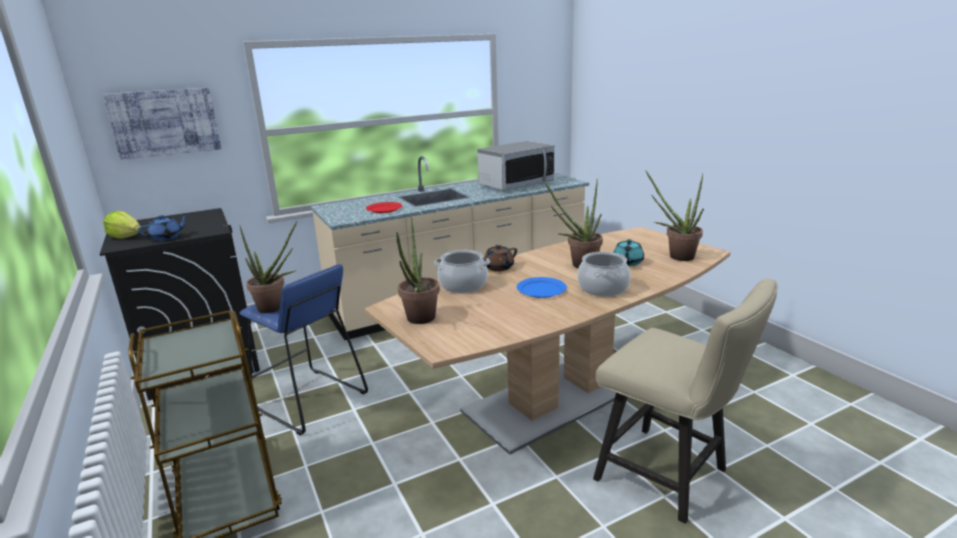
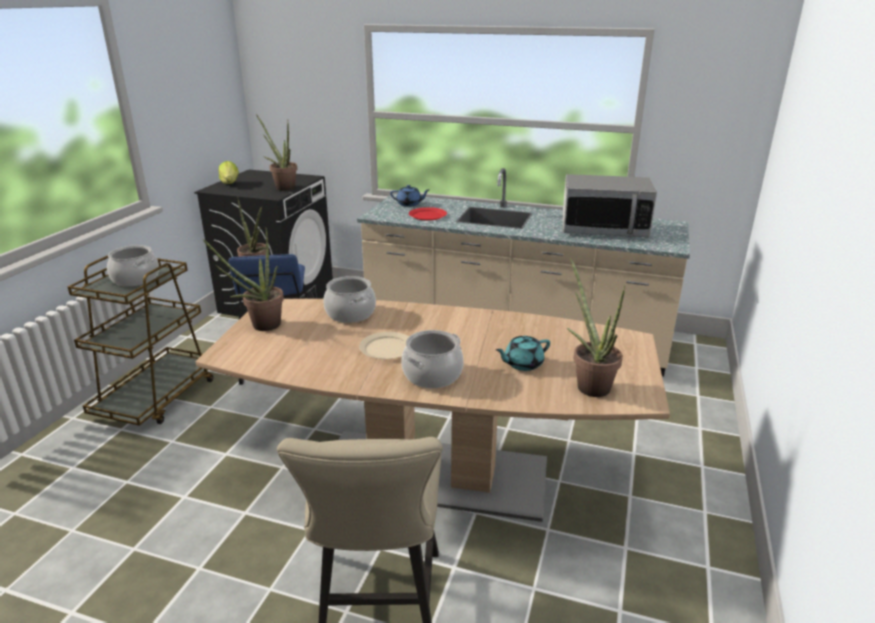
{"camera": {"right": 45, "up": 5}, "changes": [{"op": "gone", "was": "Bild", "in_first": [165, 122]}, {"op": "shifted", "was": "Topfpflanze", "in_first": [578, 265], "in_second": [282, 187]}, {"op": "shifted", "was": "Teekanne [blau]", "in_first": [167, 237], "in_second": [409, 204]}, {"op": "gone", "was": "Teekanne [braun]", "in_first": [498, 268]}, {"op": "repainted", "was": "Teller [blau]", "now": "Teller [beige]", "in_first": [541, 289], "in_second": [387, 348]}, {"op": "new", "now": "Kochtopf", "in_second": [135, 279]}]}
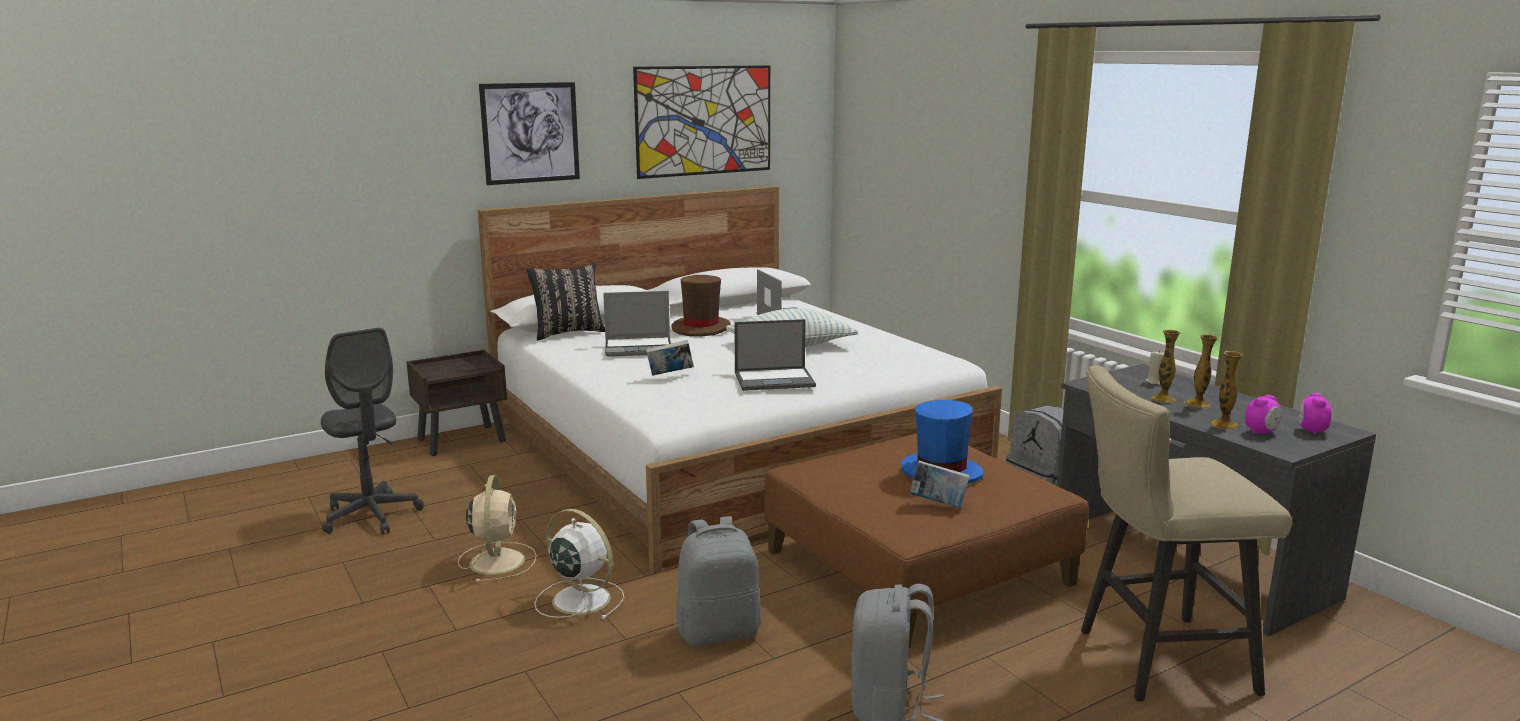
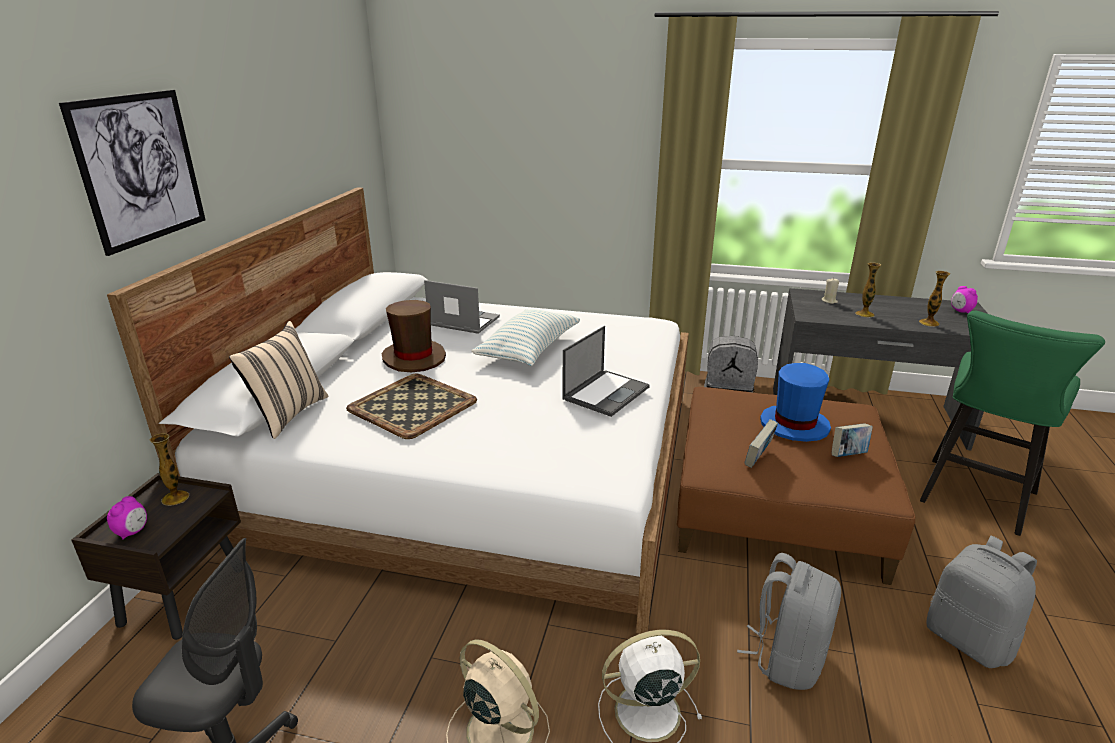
{"camera": {"right": -45, "up": 10}, "changes": [{"op": "gone", "was": "Bild", "in_first": [704, 120]}, {"op": "repainted", "was": "Kissen [schwarz]", "now": "Kissen [beige]", "in_first": [568, 333], "in_second": [288, 414]}, {"op": "swapped", "was": "Laptop", "now": "Tablett", "in_first": [639, 348], "in_second": [412, 405]}, {"op": "shifted", "was": "Vase", "in_first": [1197, 404], "in_second": [175, 498]}, {"op": "shifted", "was": "Buch", "in_first": [670, 374], "in_second": [758, 459]}, {"op": "repainted", "was": "Hocker [beige]", "now": "Hocker [grün]", "in_first": [1154, 660], "in_second": [974, 500]}, {"op": "shifted", "was": "Wecker", "in_first": [1261, 432], "in_second": [133, 532]}]}
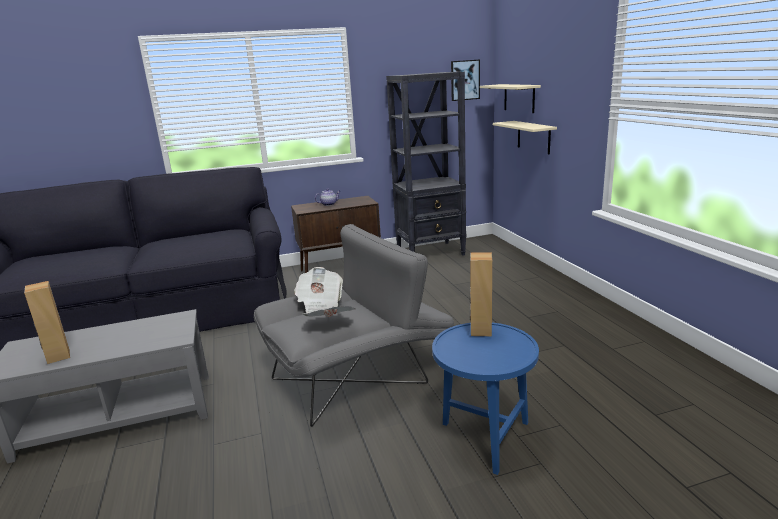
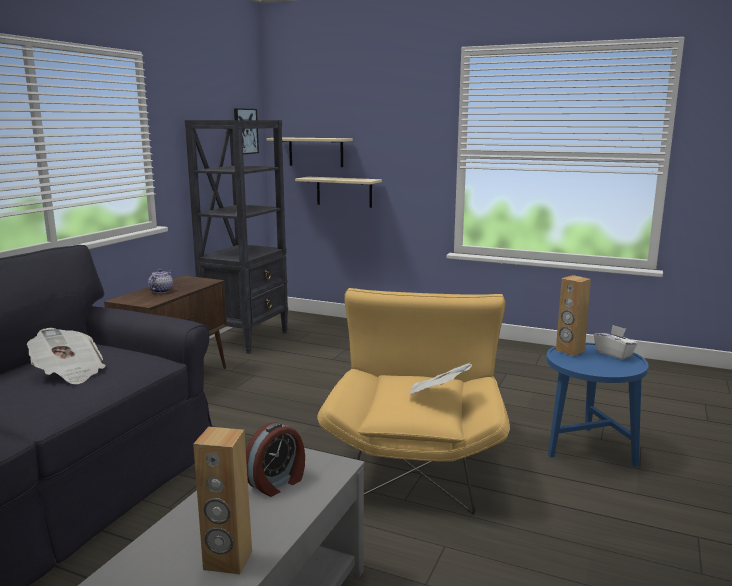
{"camera": {"right": -50, "up": -5}, "changes": [{"op": "repainted", "was": "Sessel [grau]", "now": "Sessel [gelb]", "in_first": [358, 375], "in_second": [417, 459]}, {"op": "shifted", "was": "Zeitung", "in_first": [319, 303], "in_second": [69, 373]}, {"op": "new", "now": "Taschentuchbox [weiß]", "in_second": [614, 354]}, {"op": "new", "now": "Wecker", "in_second": [277, 483]}]}
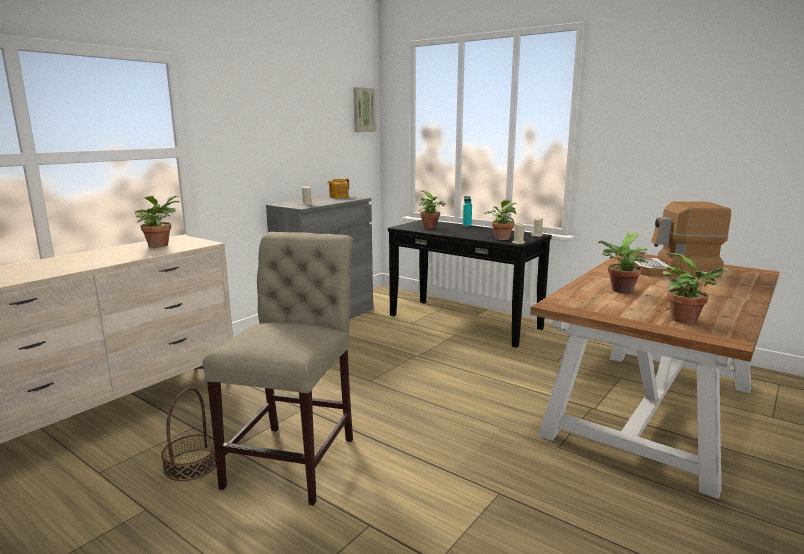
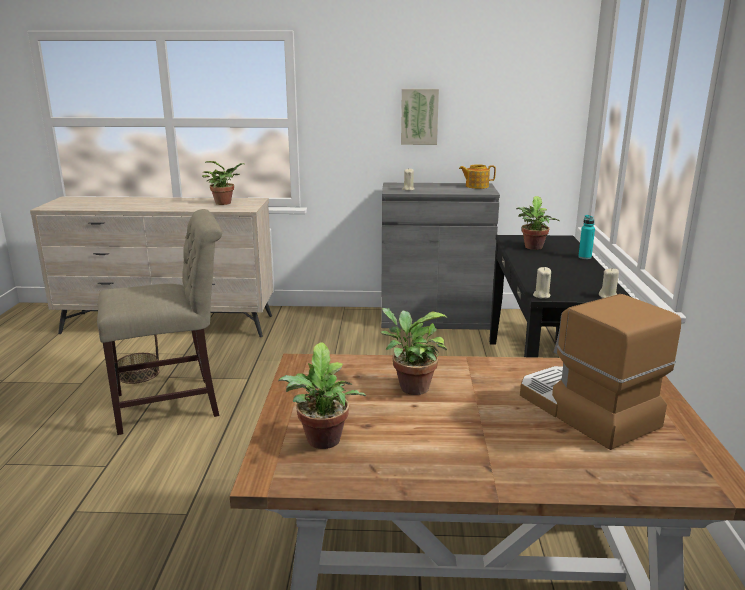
{"camera": {"right": 55, "up": 5}, "changes": [{"op": "shifted", "was": "Bild", "in_first": [363, 110], "in_second": [419, 116]}, {"op": "gone", "was": "Topfpflanze", "in_first": [501, 238]}]}
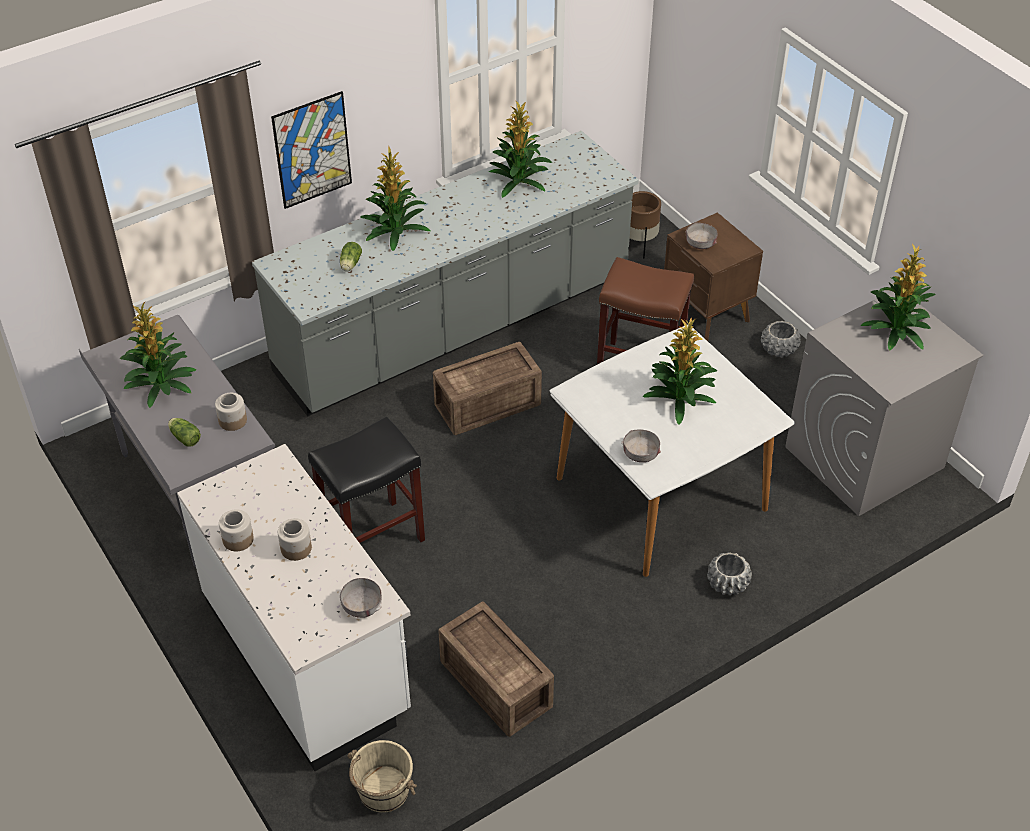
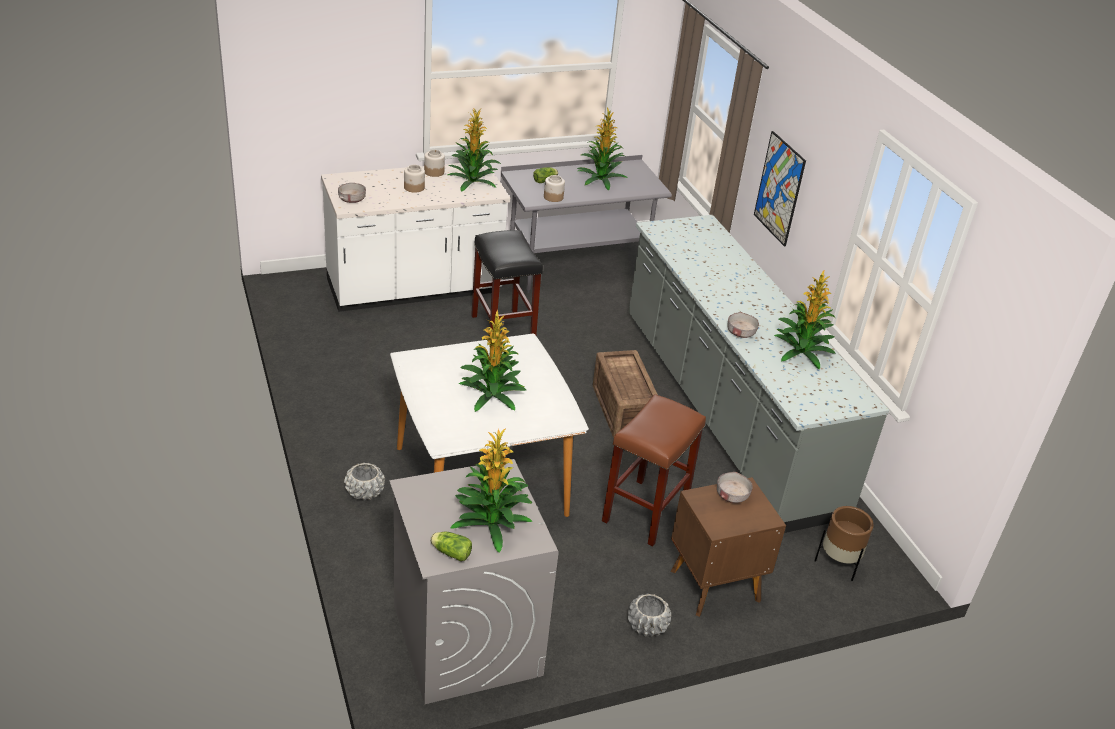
{"camera": {"right": 100, "up": -10}, "changes": [{"op": "shifted", "was": "Topfpflanze", "in_first": [394, 230], "in_second": [473, 181]}, {"op": "shifted", "was": "Salatkopf", "in_first": [350, 265], "in_second": [450, 552]}, {"op": "shifted", "was": "Schüssel [grau]", "in_first": [640, 454], "in_second": [740, 333]}, {"op": "gone", "was": "Kiste", "in_first": [496, 682]}, {"op": "gone", "was": "Eimer [beige]", "in_first": [383, 791]}]}
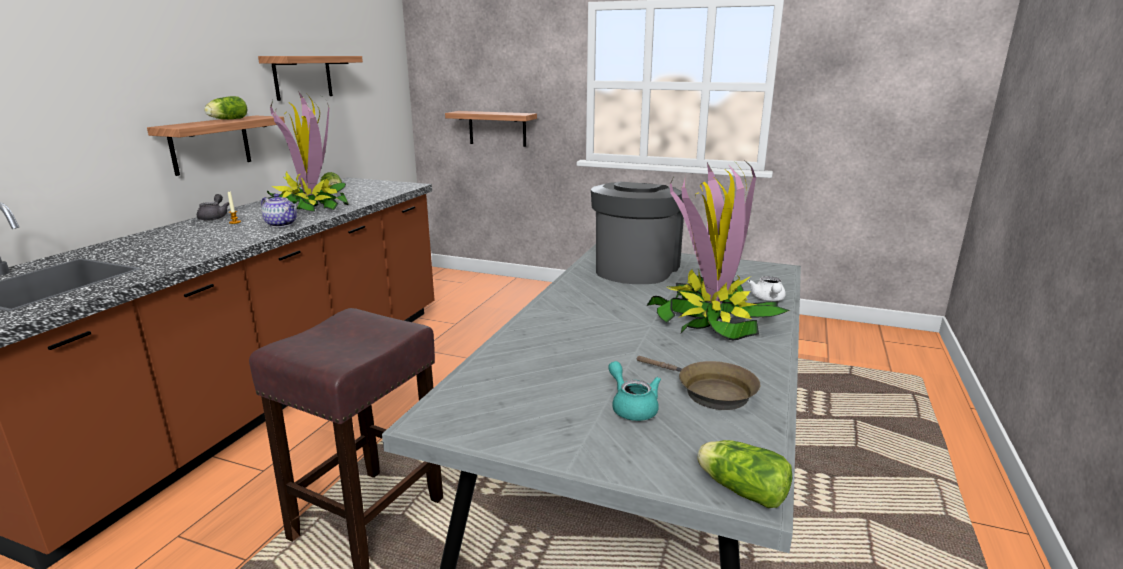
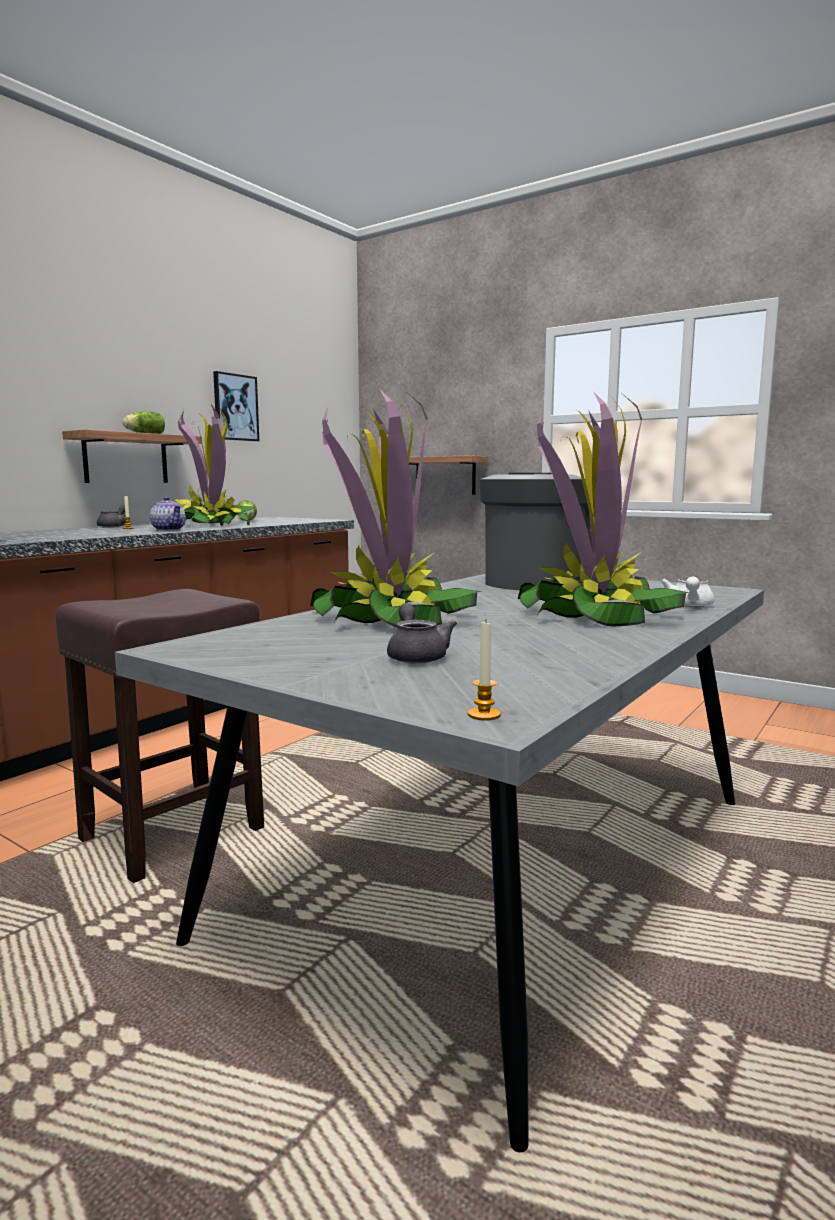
{"camera": {"right": 15, "up": -10}, "changes": [{"op": "swapped", "was": "Wandregal", "now": "Bild", "in_first": [302, 77], "in_second": [235, 407]}, {"op": "gone", "was": "Pfanne [braun]", "in_first": [710, 392]}, {"op": "repainted", "was": "Teekanne [türkis]", "now": "Teekanne [grau]", "in_first": [632, 407], "in_second": [416, 656]}, {"op": "swapped", "was": "Salatkopf", "now": "Kerze", "in_first": [739, 489], "in_second": [484, 715]}, {"op": "new", "now": "Topfpflanze", "in_second": [389, 617]}]}
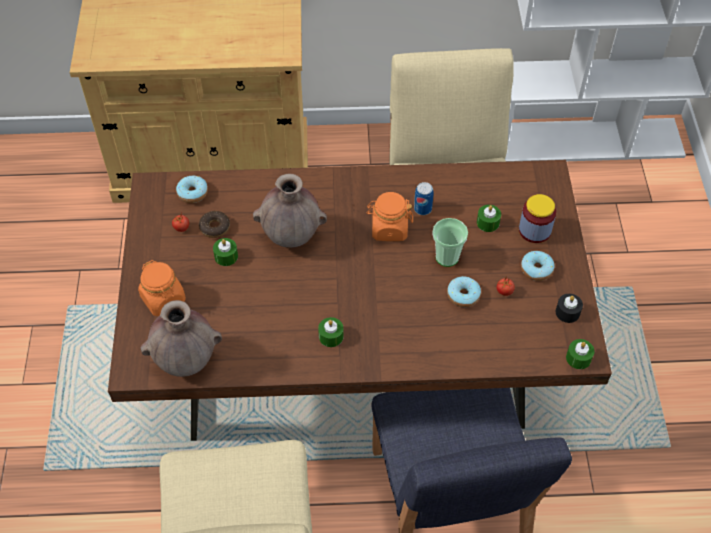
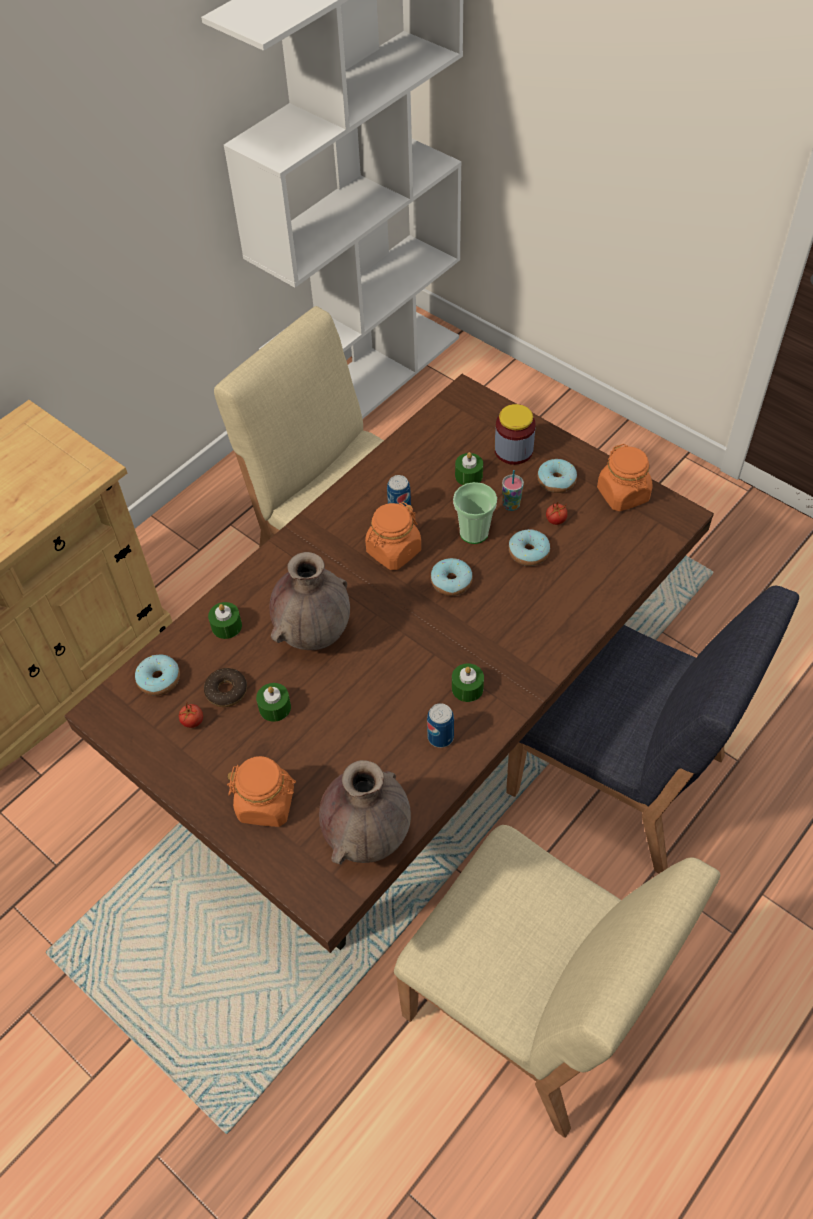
{"camera": {"right": -45, "up": 0}, "changes": [{"op": "swapped", "was": "Kerze [schwarz]", "now": "Vorratsglas [orange]", "in_first": [567, 312], "in_second": [623, 494]}, {"op": "shifted", "was": "Kerze [grün]", "in_first": [578, 358], "in_second": [226, 626]}, {"op": "new", "now": "Tasse", "in_second": [511, 505]}, {"op": "new", "now": "Donut", "in_second": [451, 582]}, {"op": "new", "now": "Dose", "in_second": [440, 737]}]}
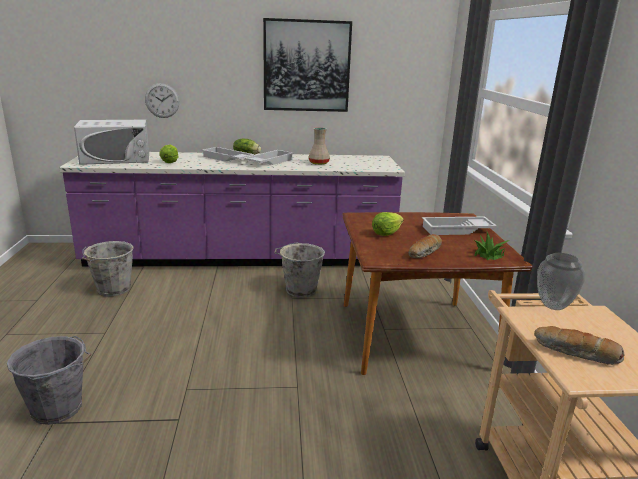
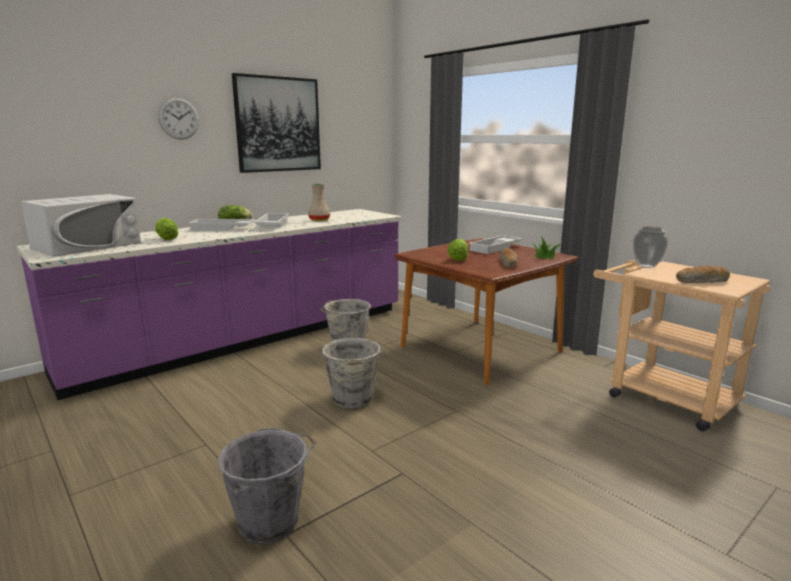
{"camera": {"right": -35, "up": -5}, "changes": [{"op": "shifted", "was": "Wanduhr", "in_first": [162, 100], "in_second": [179, 118]}, {"op": "shifted", "was": "Eimer [grau]", "in_first": [112, 289], "in_second": [352, 400]}]}
